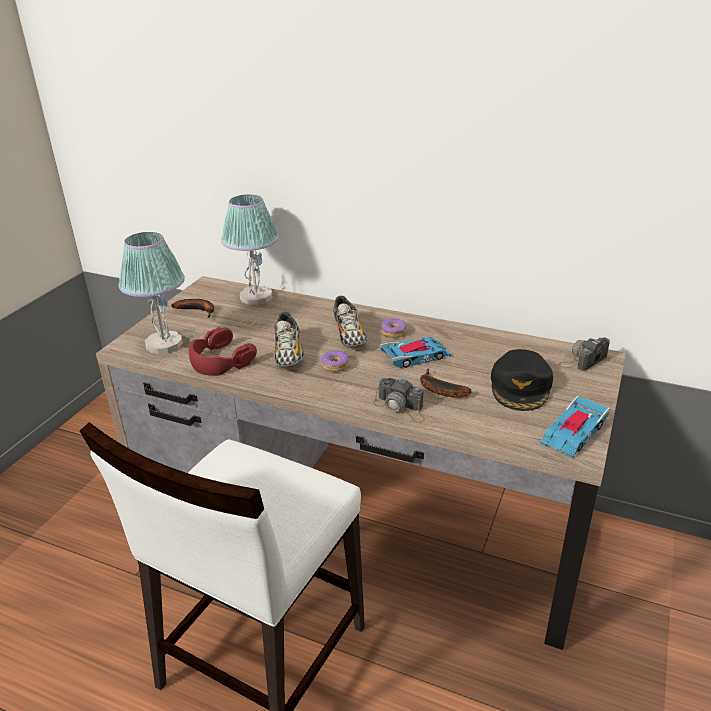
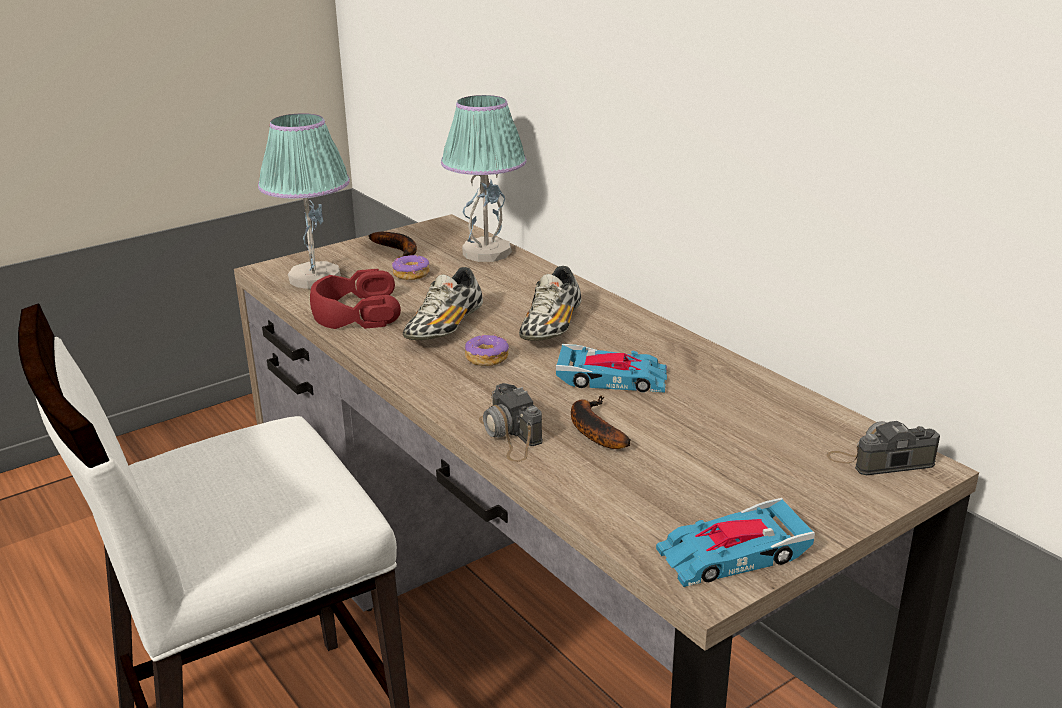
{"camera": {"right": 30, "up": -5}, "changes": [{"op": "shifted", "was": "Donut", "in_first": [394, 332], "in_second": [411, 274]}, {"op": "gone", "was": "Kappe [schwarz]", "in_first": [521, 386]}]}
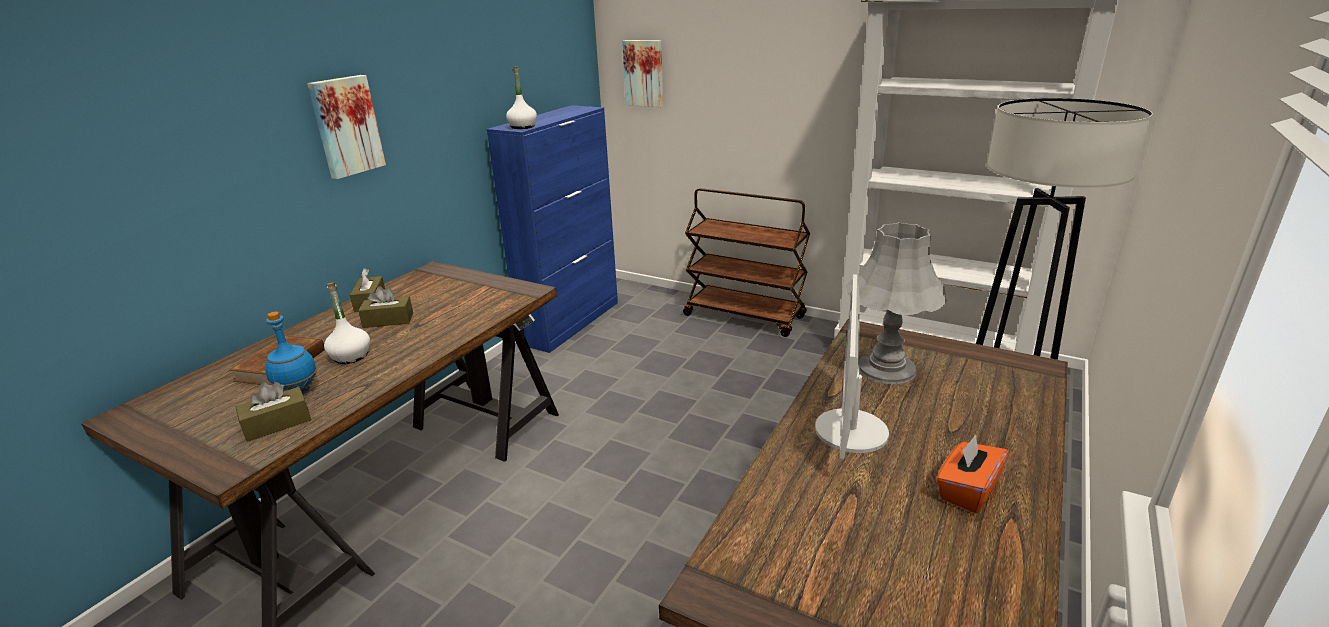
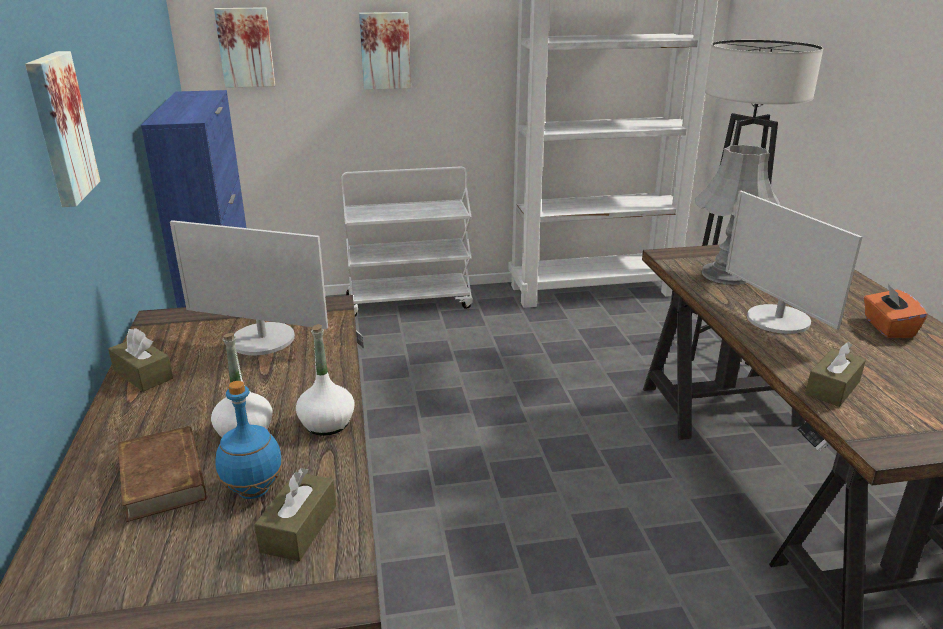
{"camera": {"right": -40, "up": 0}, "changes": [{"op": "shifted", "was": "Flasche [weiß]", "in_first": [522, 127], "in_second": [327, 423]}, {"op": "repainted", "was": "Rollwagen [braun]", "now": "Rollwagen [weiß]", "in_first": [745, 316], "in_second": [410, 301]}, {"op": "shifted", "was": "Taschentuchbox [braun]", "in_first": [388, 320], "in_second": [832, 388]}, {"op": "new", "now": "Bild", "in_second": [385, 50]}, {"op": "new", "now": "Monitor", "in_second": [262, 340]}]}
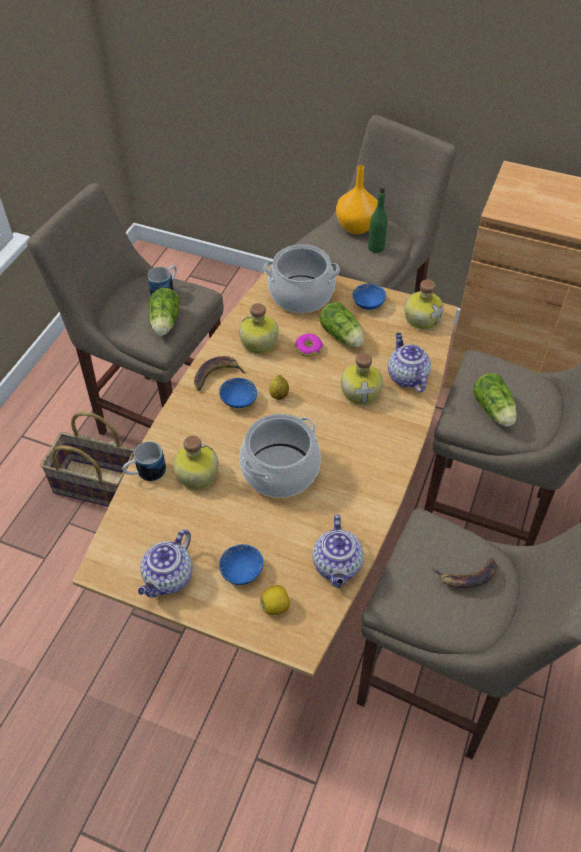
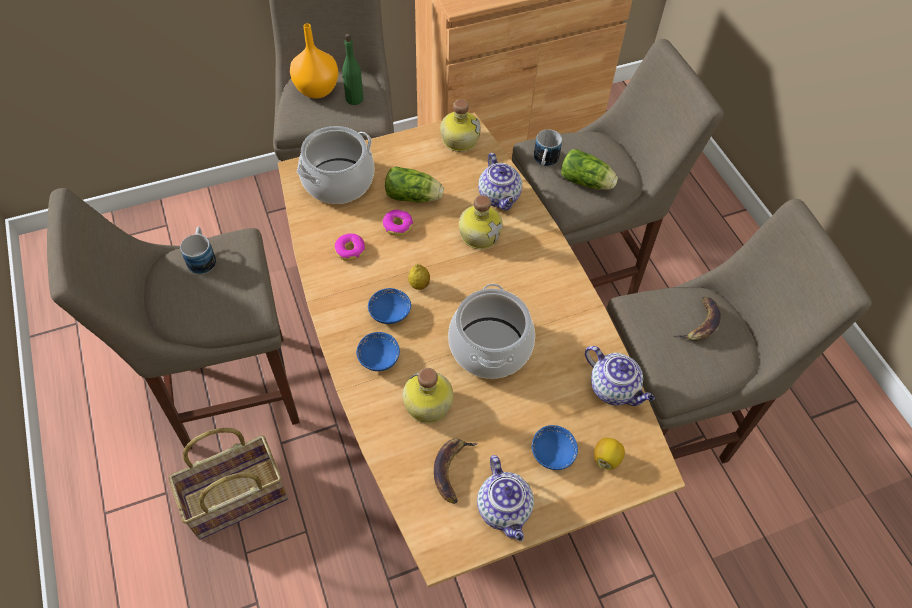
{"camera": {"right": -45, "up": 5}, "changes": [{"op": "shifted", "was": "Schüssel [blau]", "in_first": [368, 304], "in_second": [379, 358]}, {"op": "gone", "was": "Salatkopf", "in_first": [164, 323]}, {"op": "swapped", "was": "Flasche", "now": "Donut", "in_first": [258, 343], "in_second": [350, 250]}, {"op": "rotated", "was": "Teekanne", "in_first": [406, 376], "in_second": [499, 197], "clockwise": -135}, {"op": "shifted", "was": "Banane", "in_first": [216, 375], "in_second": [452, 470]}, {"op": "shifted", "was": "Henkelbecher", "in_first": [145, 473], "in_second": [544, 161]}]}
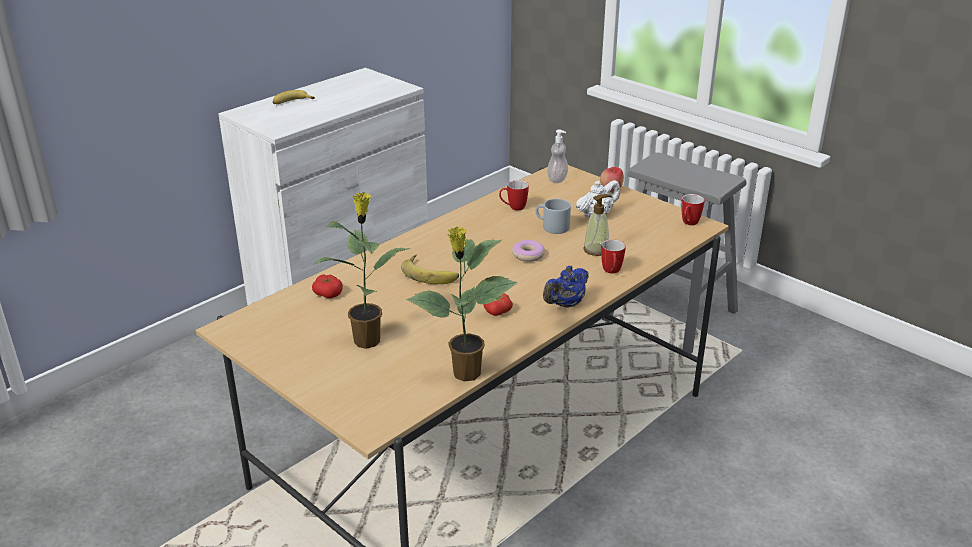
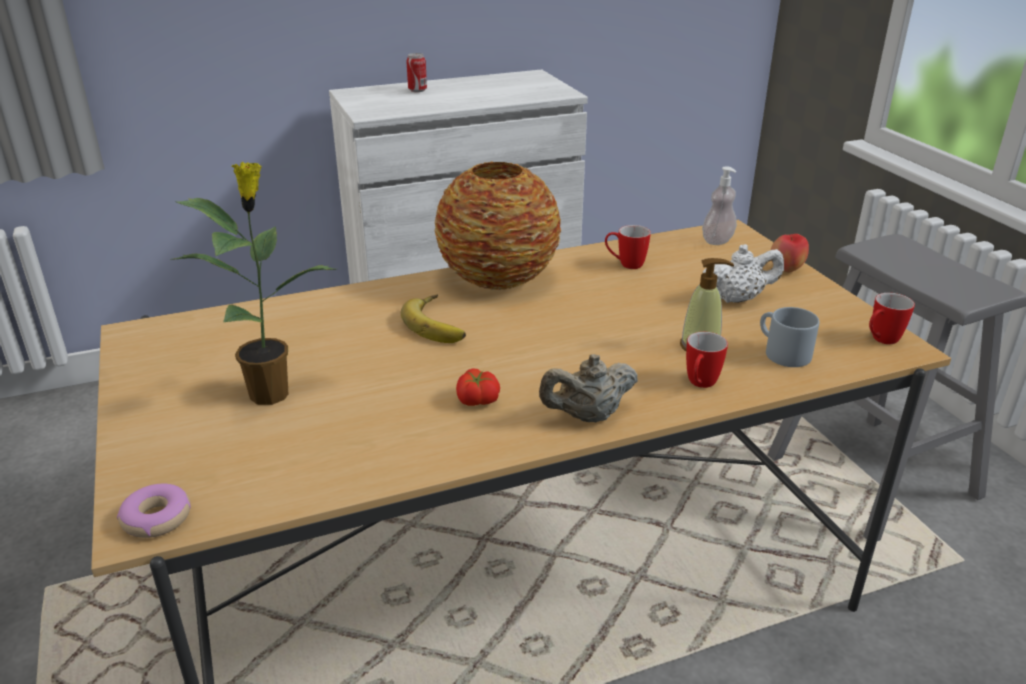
{"camera": {"right": 25, "up": 0}, "changes": [{"op": "swapped", "was": "Banane", "now": "Dose", "in_first": [291, 102], "in_second": [417, 90]}, {"op": "shifted", "was": "Henkelbecher [grau]", "in_first": [551, 226], "in_second": [781, 352]}, {"op": "gone", "was": "Topfpflanze", "in_first": [465, 374]}, {"op": "shifted", "was": "Donut", "in_first": [528, 255], "in_second": [156, 518]}, {"op": "repainted", "was": "Teekanne [blau]", "now": "Teekanne [beige]", "in_first": [565, 304], "in_second": [588, 416]}, {"op": "gone", "was": "Tomate", "in_first": [328, 293]}, {"op": "new", "now": "Vase", "in_second": [498, 278]}]}
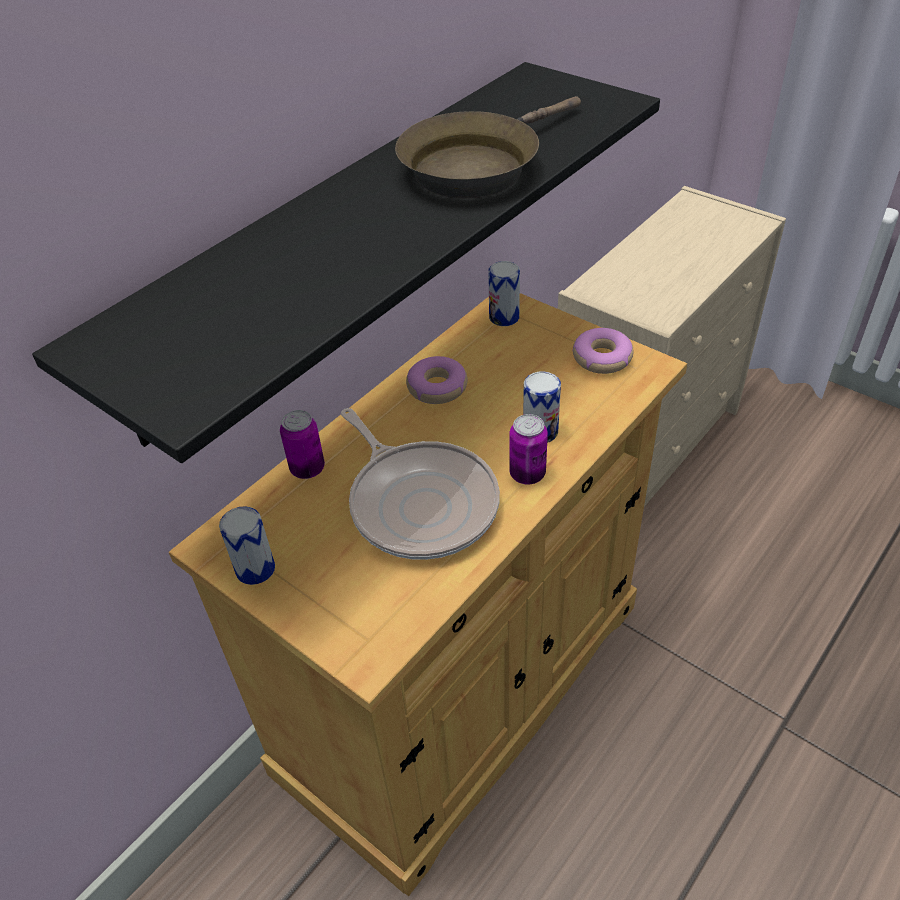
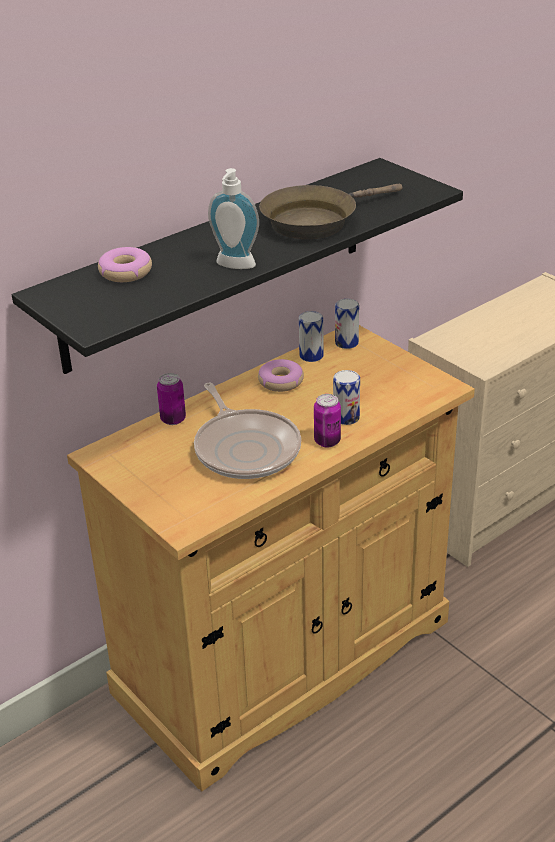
{"camera": {"right": 10, "up": -10}, "changes": [{"op": "shifted", "was": "Donut", "in_first": [601, 358], "in_second": [125, 272]}, {"op": "shifted", "was": "Dose", "in_first": [255, 569], "in_second": [311, 355]}, {"op": "new", "now": "Seifenspender", "in_second": [234, 266]}]}
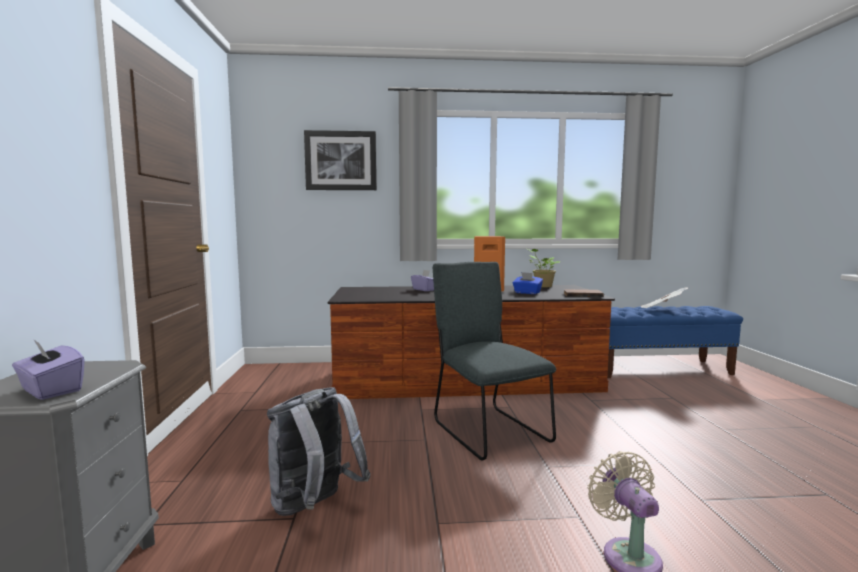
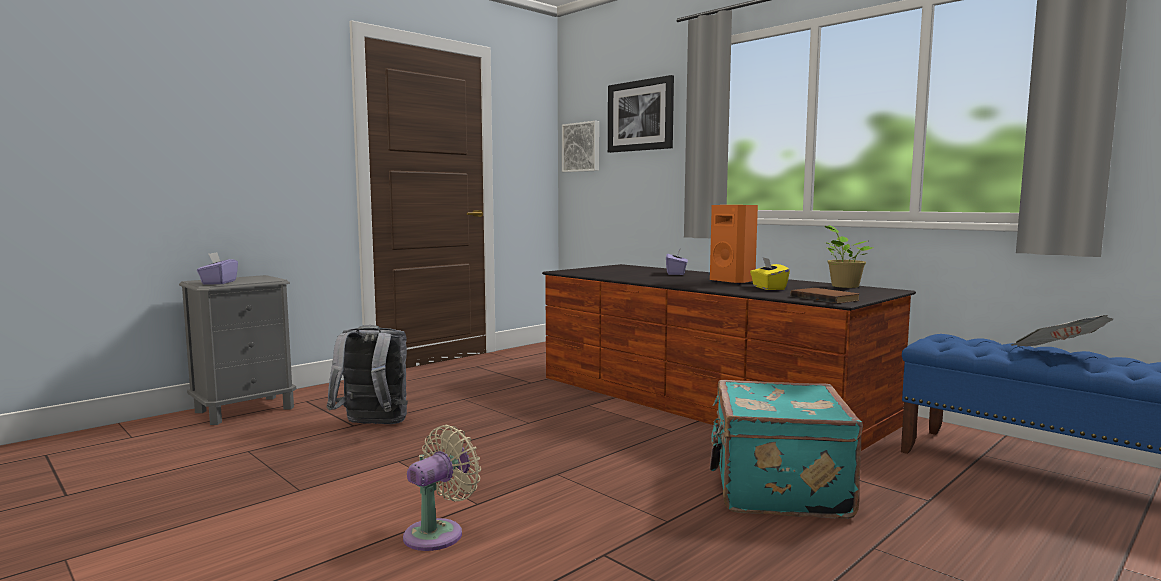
{"camera": {"right": 50, "up": 0}, "changes": [{"op": "gone", "was": "Stuhl [grau]", "in_first": [487, 430]}, {"op": "repainted", "was": "Taschentuchbox [blau]", "now": "Taschentuchbox [gelb]", "in_first": [527, 293], "in_second": [768, 288]}, {"op": "new", "now": "Bild", "in_second": [582, 147]}, {"op": "new", "now": "Koffer [türkis]", "in_second": [776, 488]}]}
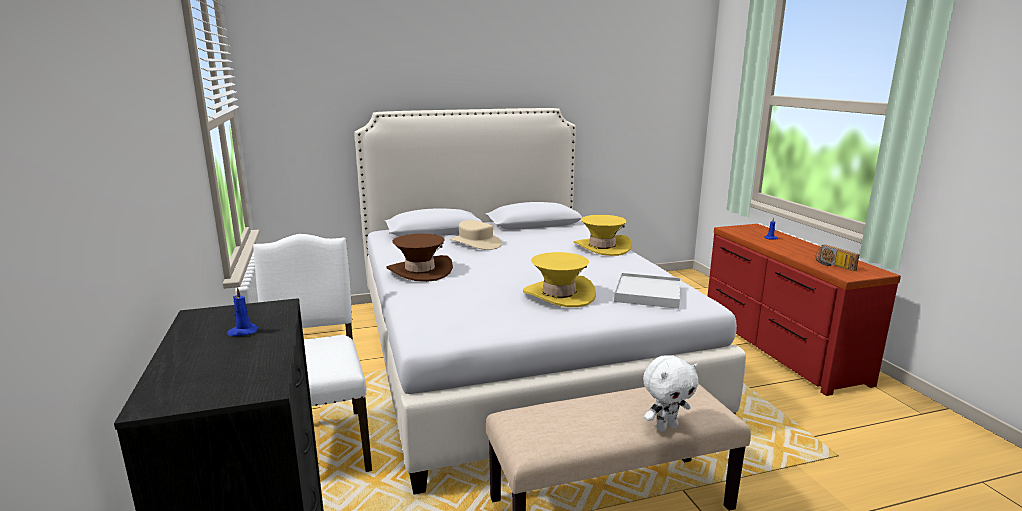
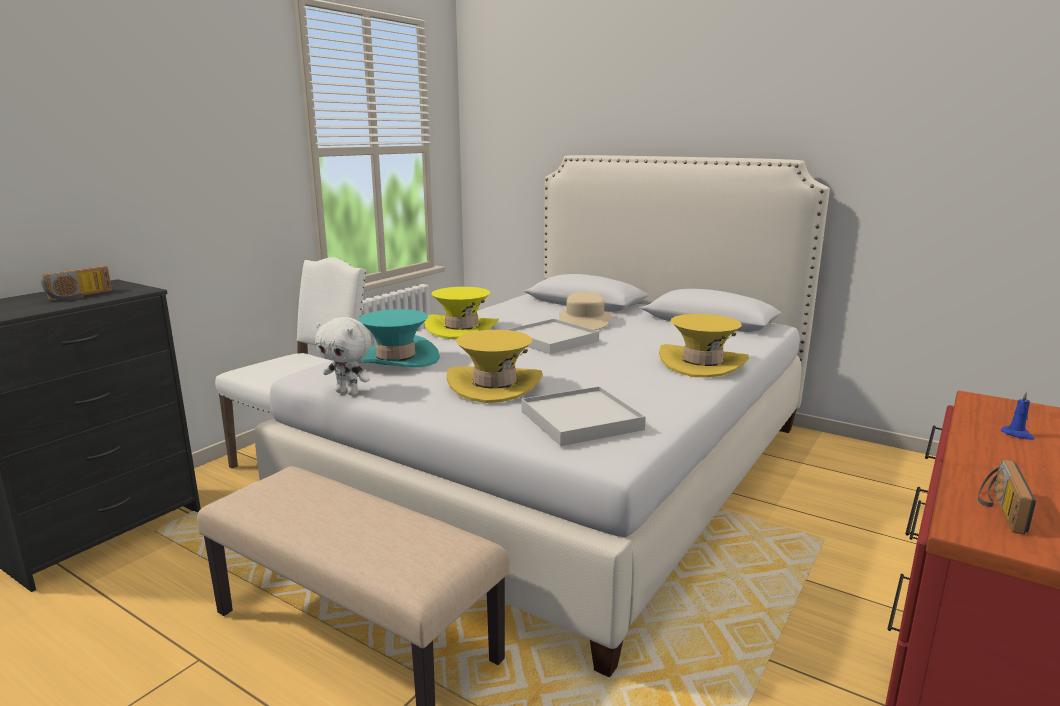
{"camera": {"right": 50, "up": 0}, "changes": [{"op": "repainted", "was": "Hut [braun]", "now": "Hut [gelb]", "in_first": [420, 271], "in_second": [461, 328]}, {"op": "swapped", "was": "Kerze [blau]", "now": "Radio", "in_first": [242, 332], "in_second": [81, 296]}, {"op": "shifted", "was": "Plüschtier [weiß]", "in_first": [666, 427], "in_second": [348, 392]}, {"op": "new", "now": "Hut [türkis]", "in_second": [396, 359]}, {"op": "new", "now": "Tablett [weiß]", "in_second": [552, 340]}]}
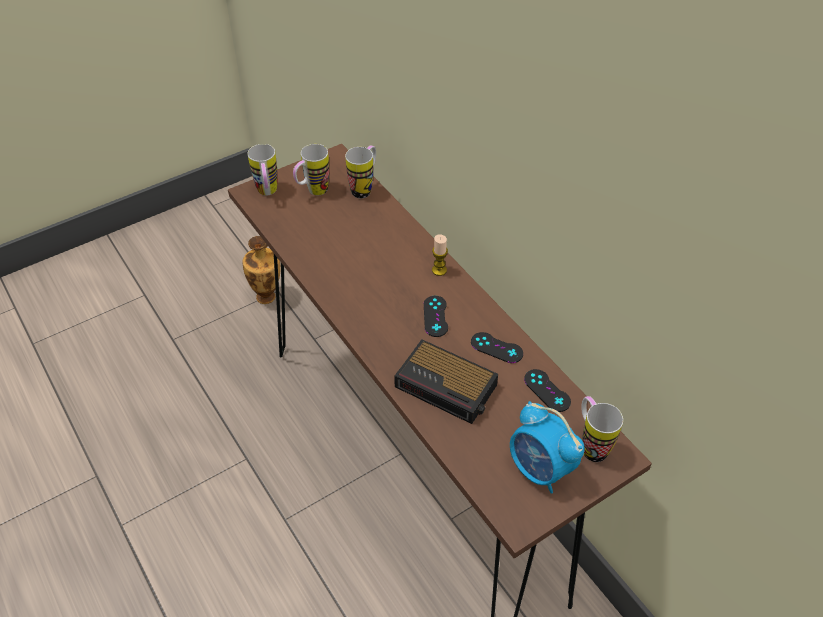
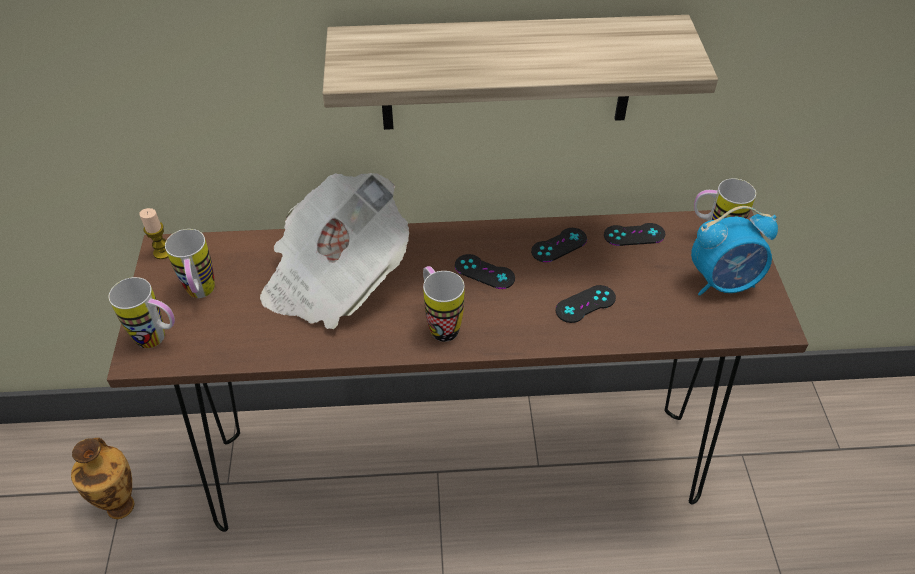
{"camera": {"right": -60, "up": 0}, "changes": [{"op": "shifted", "was": "Henkelbecher", "in_first": [365, 188], "in_second": [440, 323]}, {"op": "shifted", "was": "Kerze", "in_first": [439, 270], "in_second": [163, 252]}, {"op": "swapped", "was": "Wecker", "now": "Gamepad [schwarz]", "in_first": [447, 387], "in_second": [585, 304]}, {"op": "new", "now": "Wandregal", "in_second": [507, 74]}, {"op": "new", "now": "Zeitung", "in_second": [334, 277]}]}
